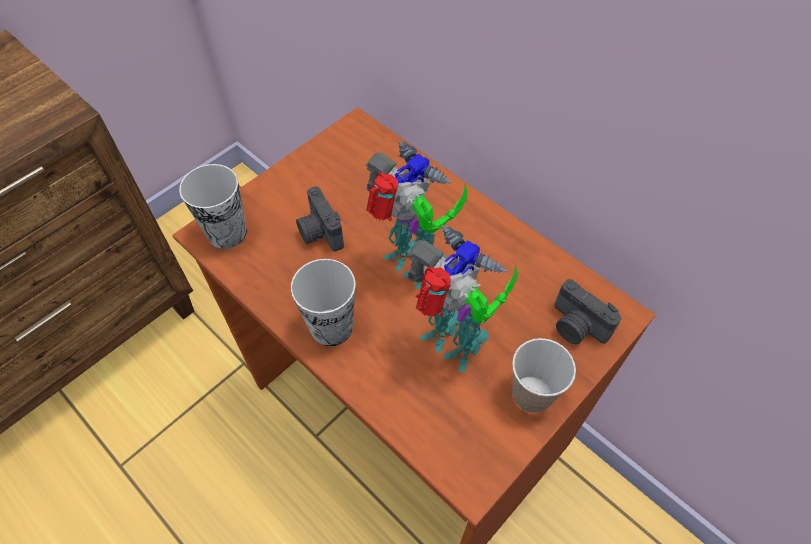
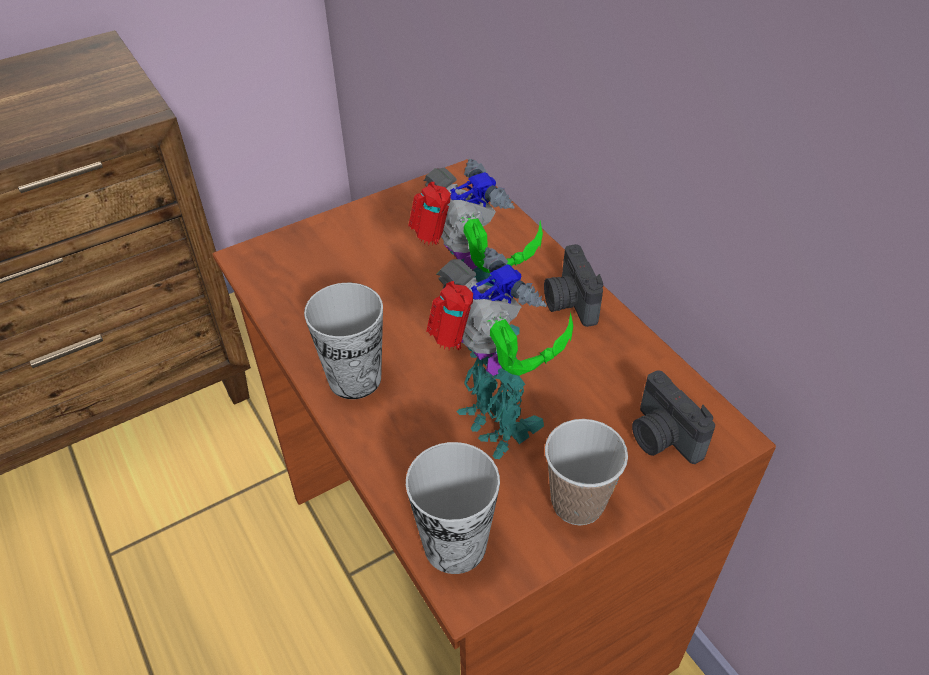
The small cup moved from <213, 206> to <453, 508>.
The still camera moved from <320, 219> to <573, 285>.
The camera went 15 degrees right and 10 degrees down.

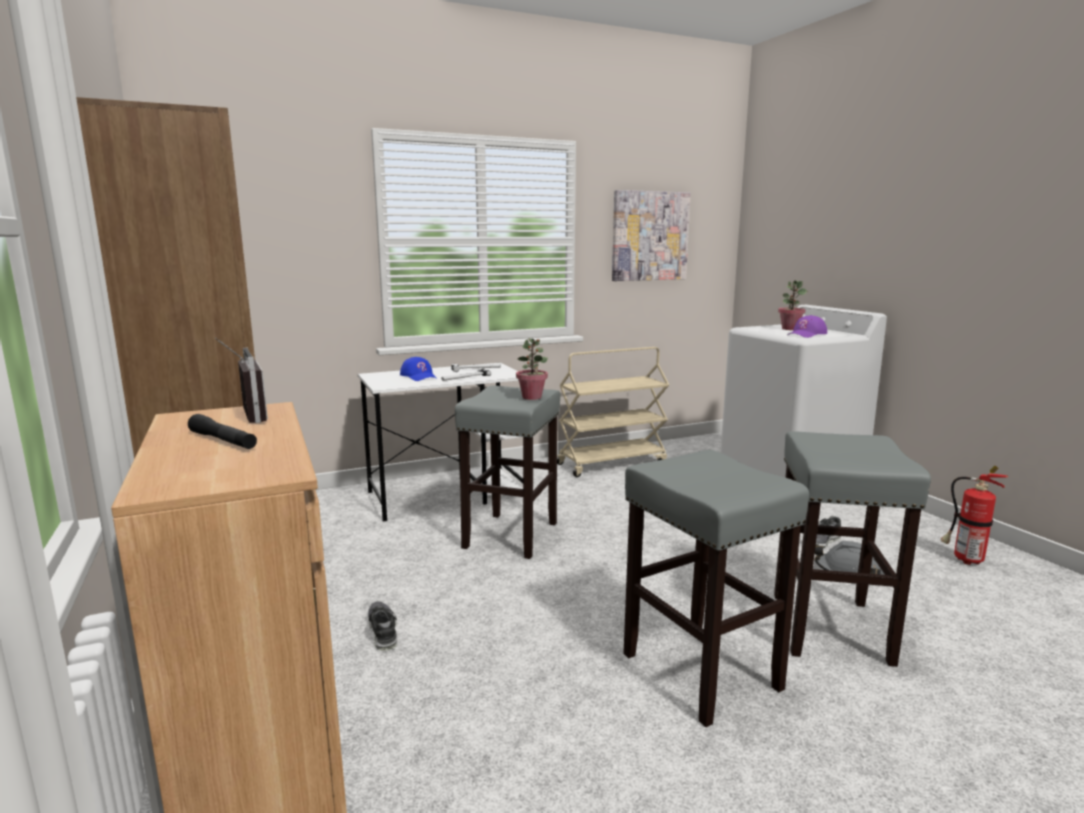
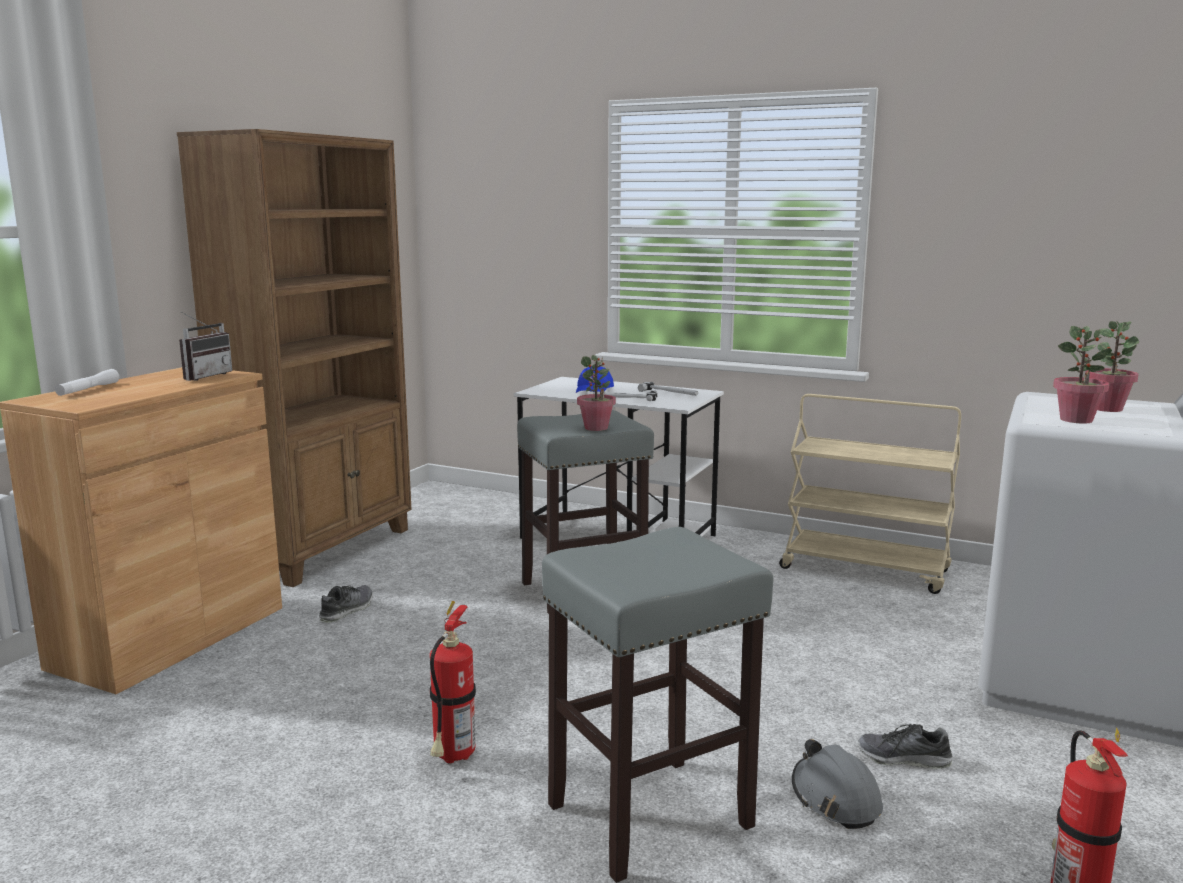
The wall picture at <651, 235> disappeared.
The peaked cap (purple) at <807, 326> was replaced by the houseplant at <1081, 374>.
The torch (blackish) at <222, 431> disappeared.
The sitting stool (greyish) at <716, 588> was replaced by the fire extinguisher at <453, 682>.
The torch (whitish) at <87, 382> appeared.
The camera went 50 degrees right and 0 degrees up.

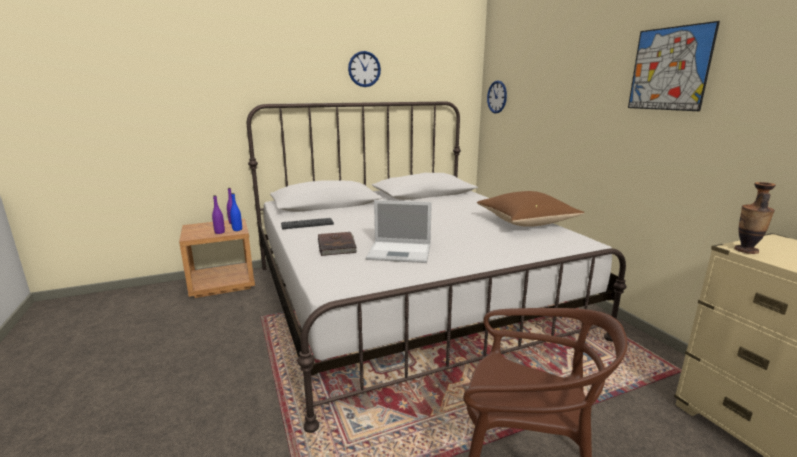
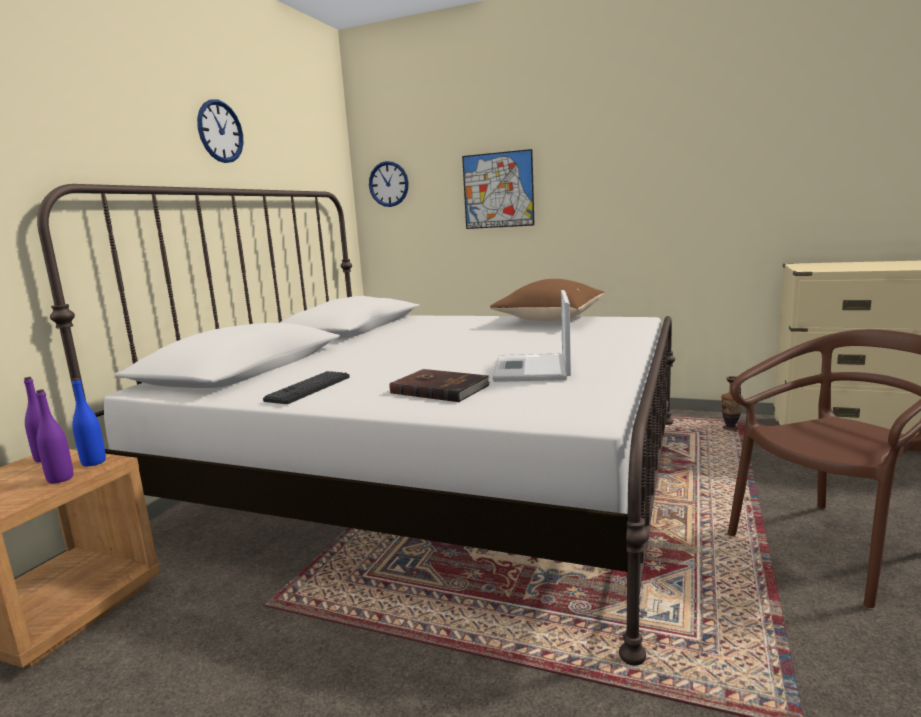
The wall picture moved from <674, 66> to <498, 189>.
The flower vase moved from <755, 218> to <732, 403>.
The laptop at <399, 231> turned 135 degrees clockwise.
The camera went 45 degrees left and 5 degrees down.

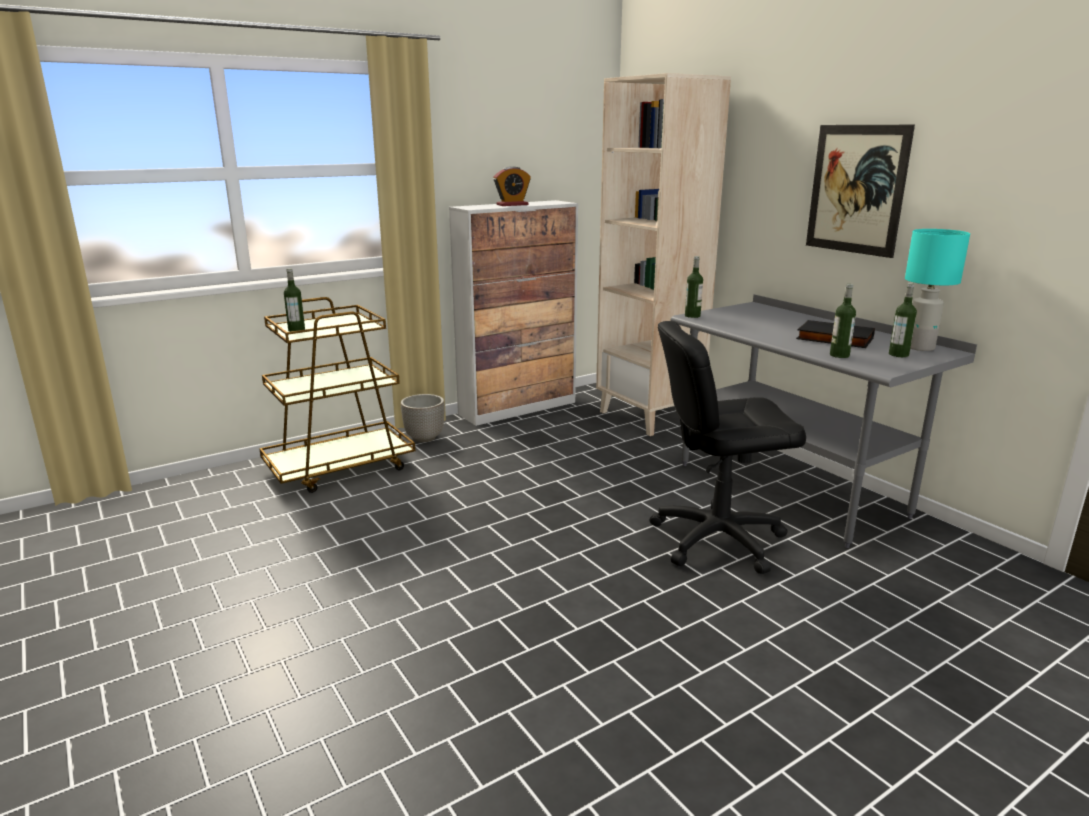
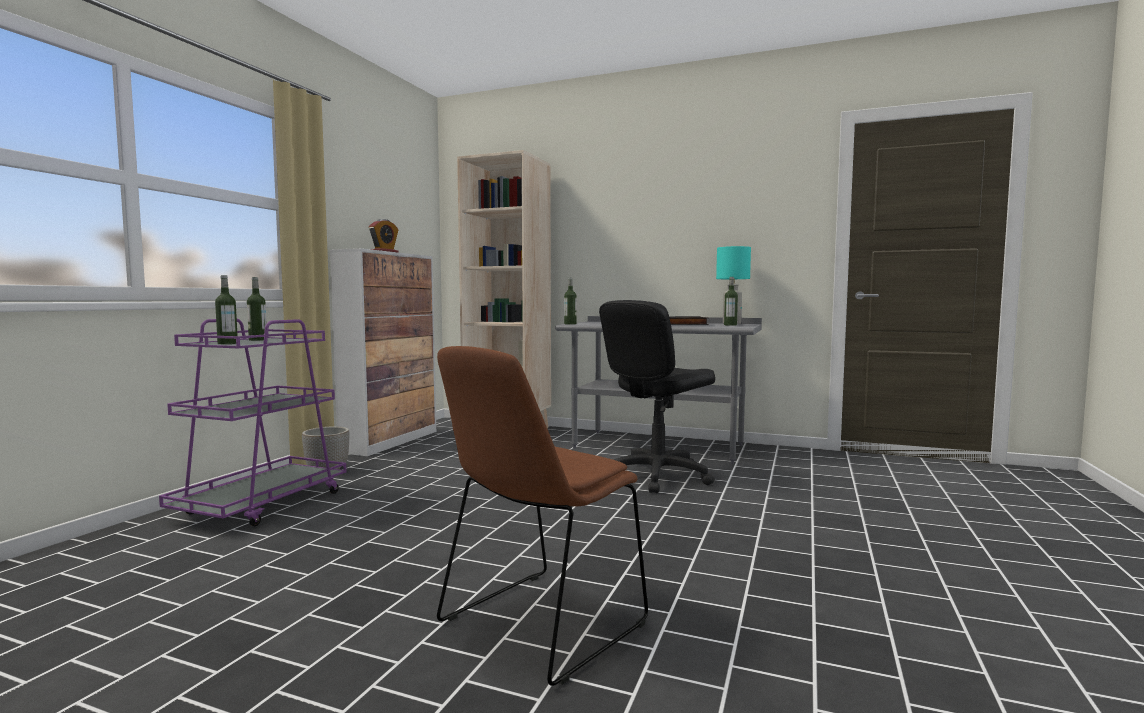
The wall picture at <860, 191> disappeared.
The bottle moved from <843, 321> to <257, 309>.
The wheeled cart (brownish) at <337, 395> became the wheeled cart (purple) at <253, 422>.
The plain chair (brownish) at <542, 516> appeared.
The camera went 35 degrees left and 15 degrees down.

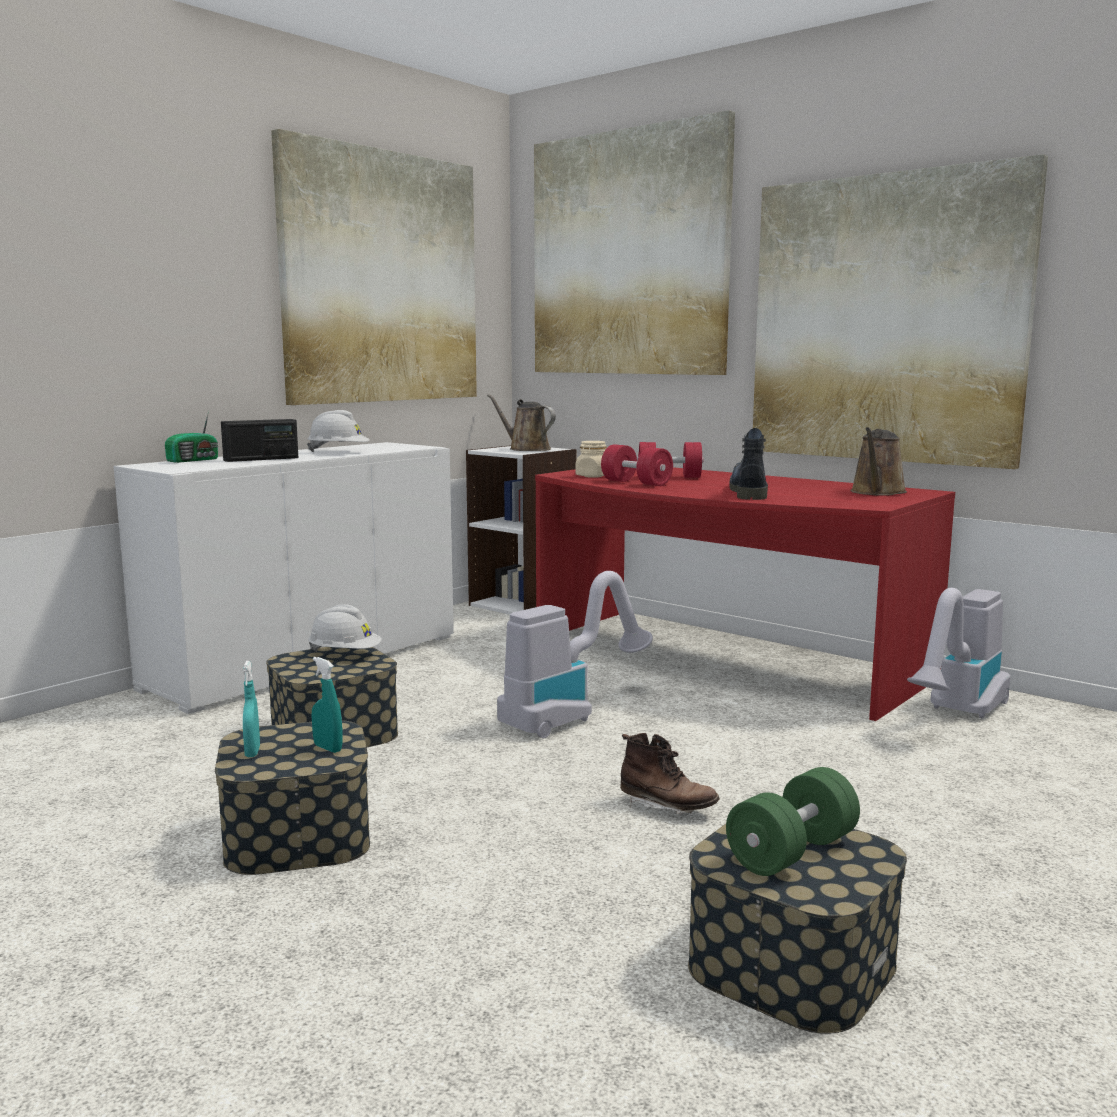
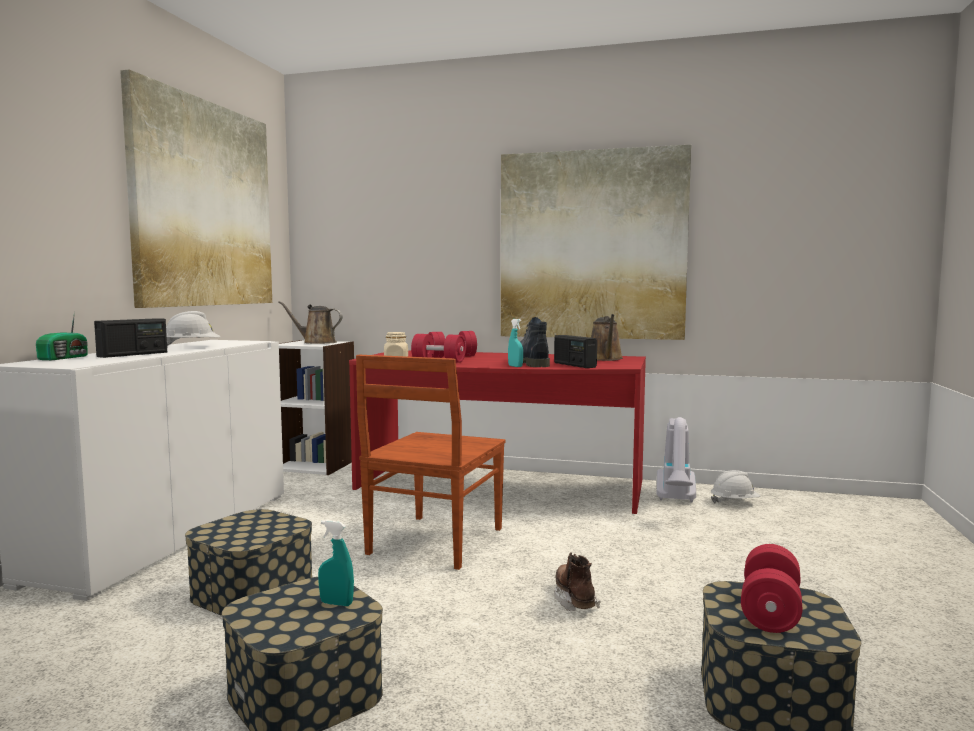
The wall picture at <634, 242> disappeared.
The vacuum cleaner at <575, 654> was replaced by the plain chair (brownish) at <431, 462>.
The work helmet (whitish) moved from <345, 628> to <736, 487>.
The sprayer (turquoise) moved from <251, 709> to <515, 343>.
The tall boot (brownish) at <670, 773> turned 105 degrees counterclockwise.
The hand weight (green) at <793, 821> became the hand weight (red-coloured) at <771, 588>.
The radio receiver at <575, 351> appeared.
The camera went 25 degrees left and 5 degrees down.

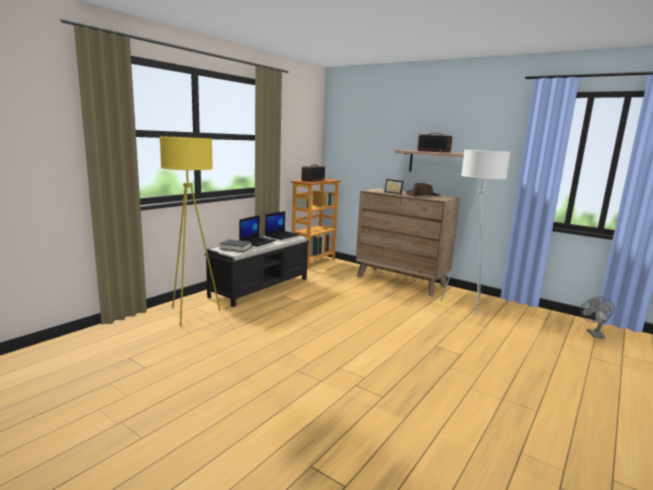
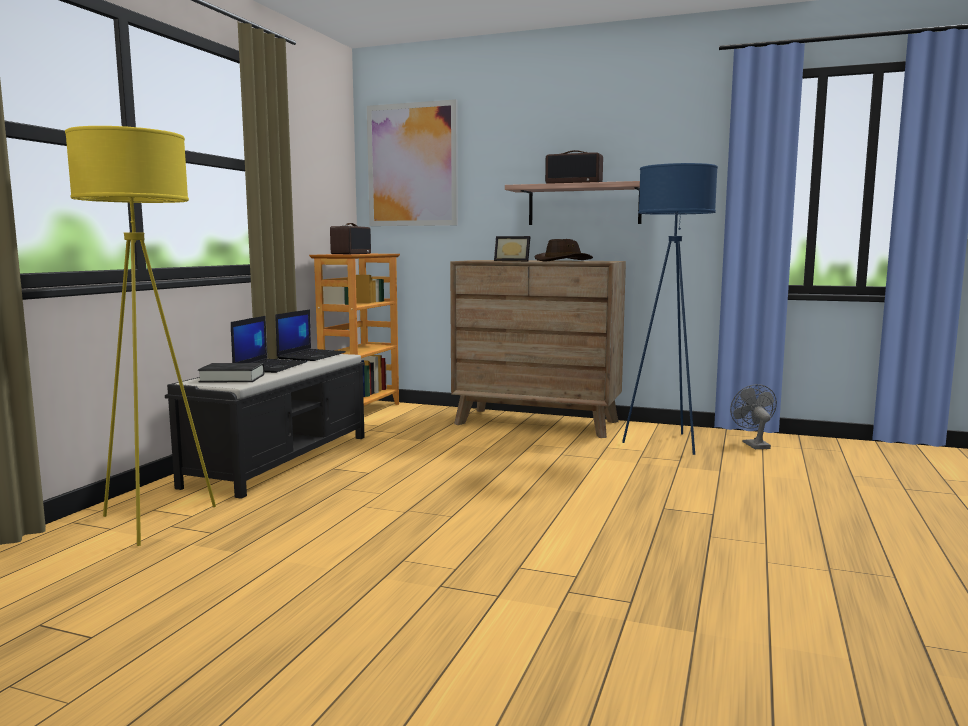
The floor lamp (whitish) at <476, 232> became the floor lamp (blue-coloured) at <670, 309>.
The cooling fan (greyish) moved from <597, 317> to <753, 416>.
The wall picture at <412, 162> appeared.
The camera went 15 degrees left and 5 degrees down.

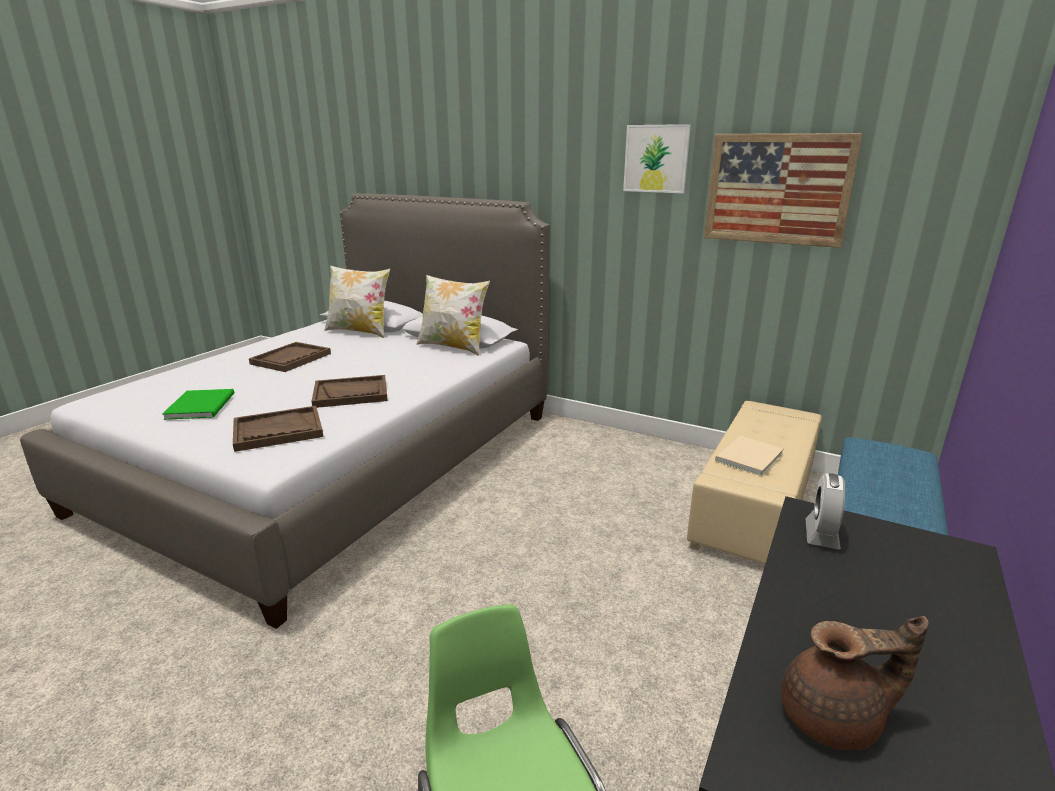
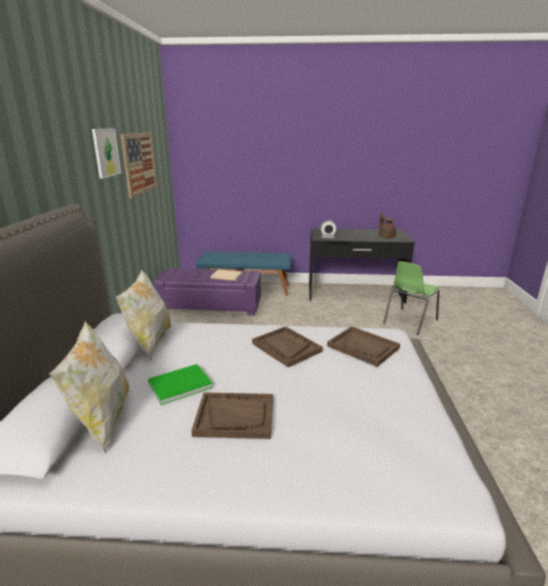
The book (green) moved from <198, 404> to <180, 384>.
The pouffe (sand-coloured) at <754, 482> became the pouffe (purple) at <207, 292>.
The camera went 115 degrees left and 0 degrees up.

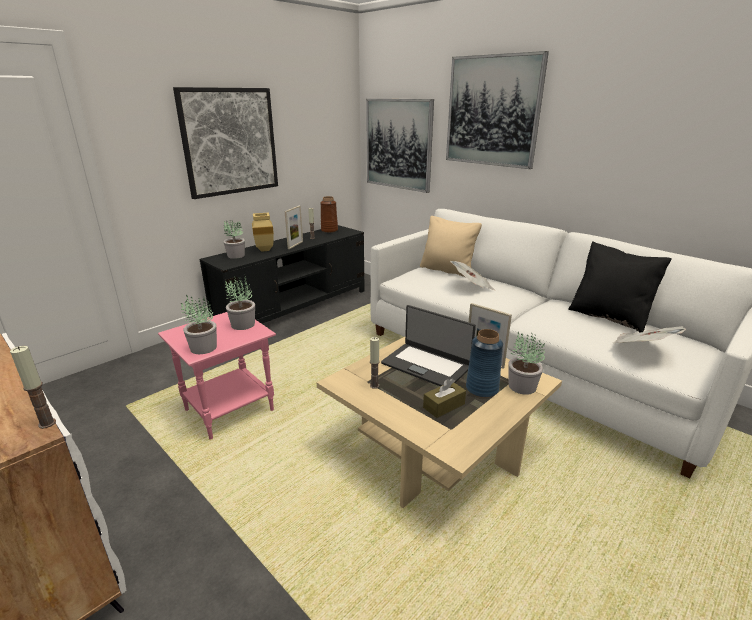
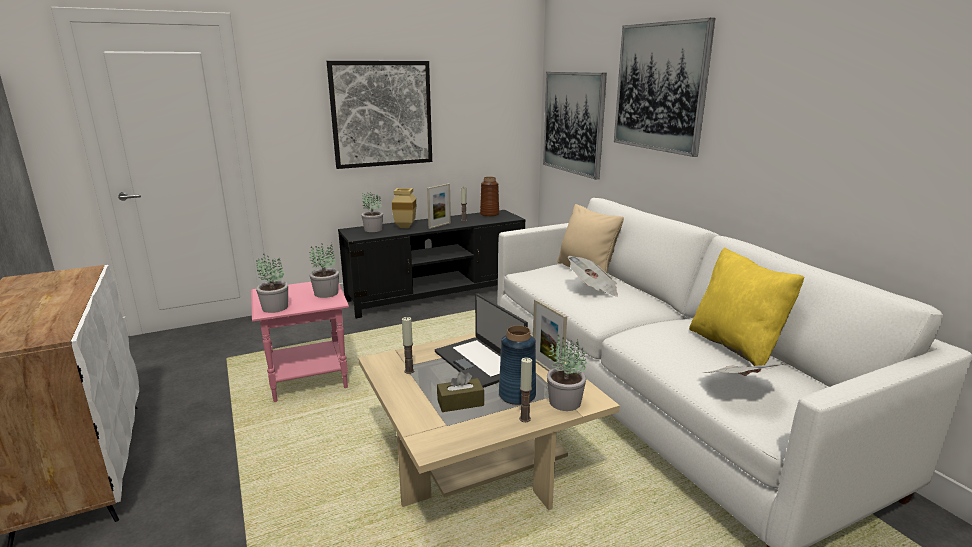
The pillow (blackish) at <620, 286> became the pillow (yellow) at <747, 309>.
The wax candle moved from <33, 387> to <525, 390>.
The camera went 20 degrees right and 5 degrees down.

